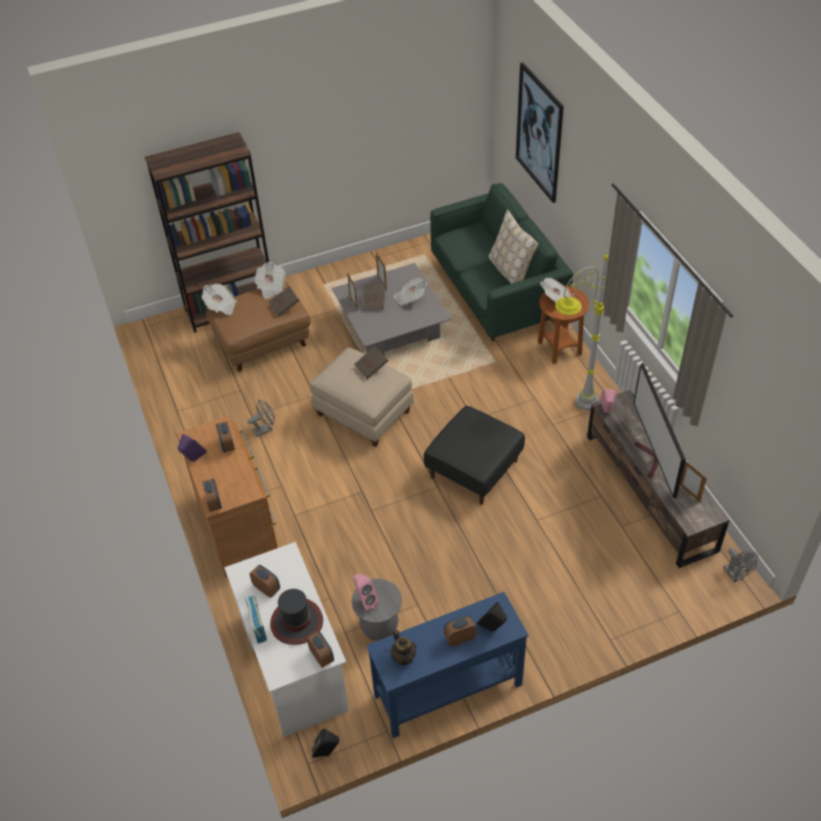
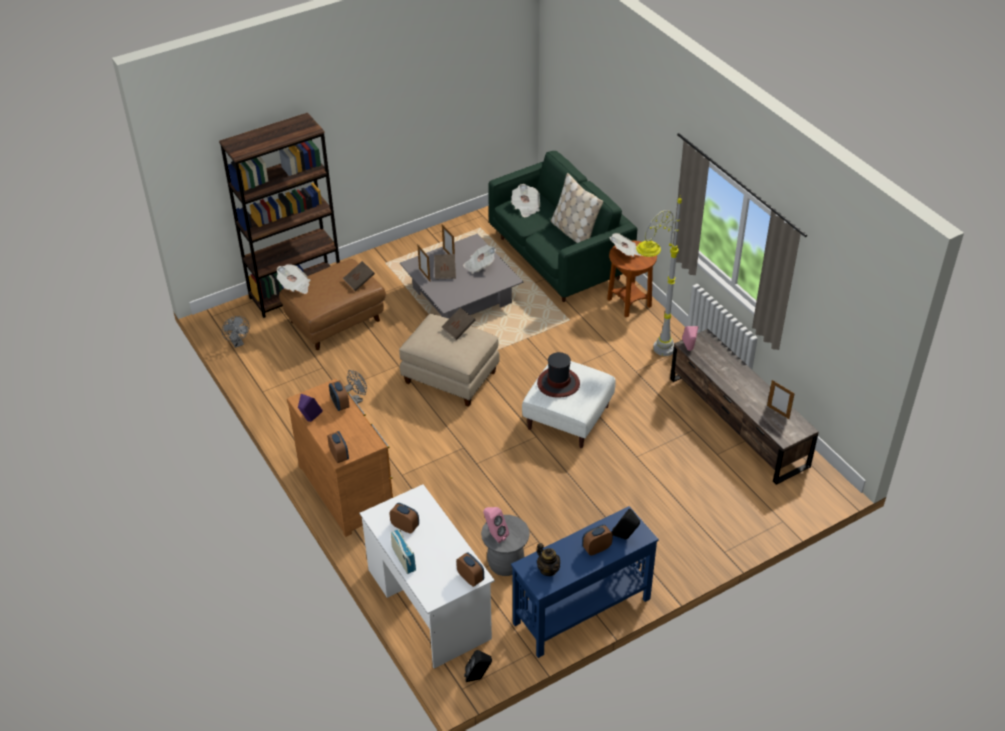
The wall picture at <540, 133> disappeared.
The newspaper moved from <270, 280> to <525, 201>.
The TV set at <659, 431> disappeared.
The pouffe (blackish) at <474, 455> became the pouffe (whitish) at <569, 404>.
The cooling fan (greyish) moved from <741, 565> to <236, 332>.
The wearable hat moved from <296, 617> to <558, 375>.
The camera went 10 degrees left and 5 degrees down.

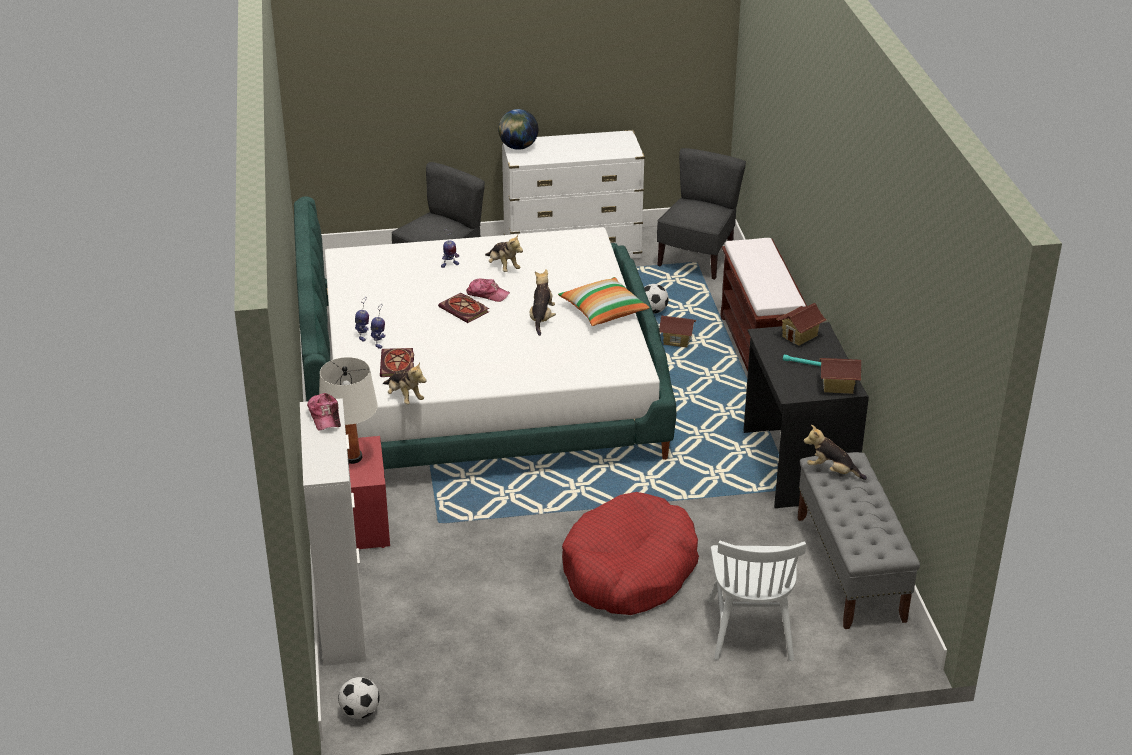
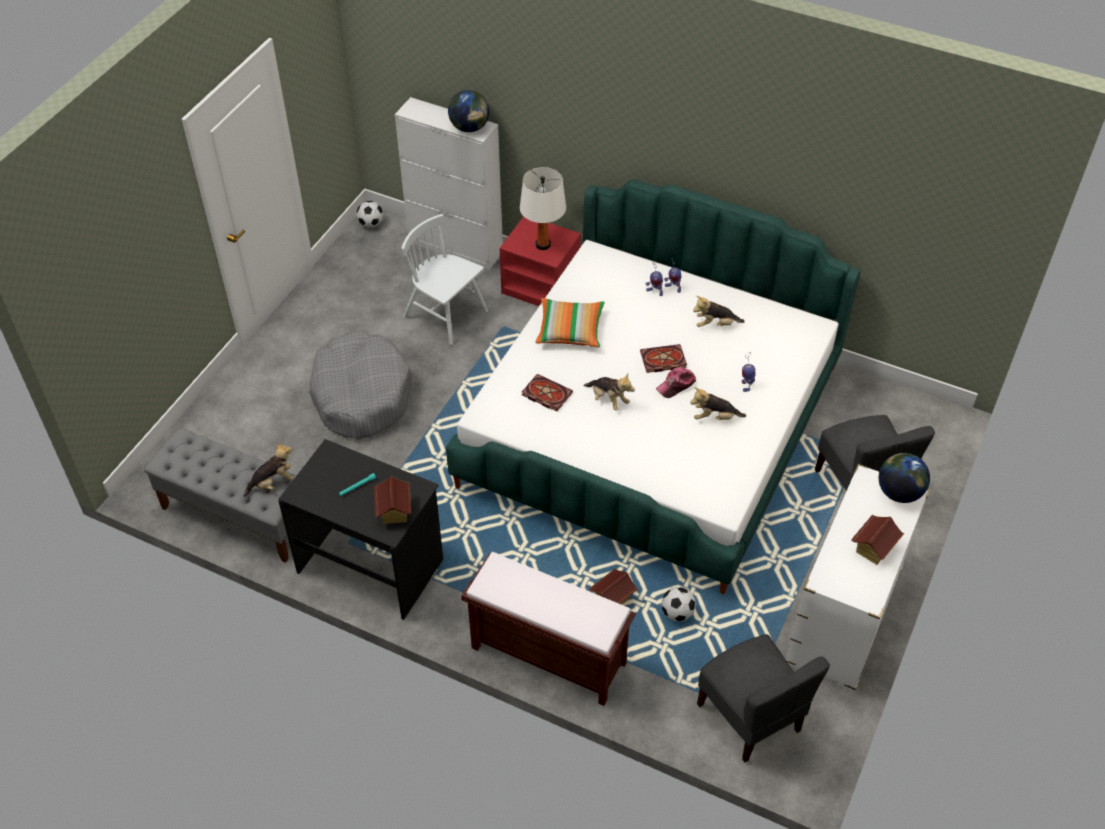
The pillow moved from <604, 301> to <570, 322>.
The book moved from <397, 362> to <547, 393>.
The toy house moved from <840, 376> to <877, 540>.
The plush toy moved from <404, 383> to <719, 311>.
The peaked cap at <324, 412> was replaced by the globe at <468, 111>.
The pet bed (red-coloured) at <630, 553> became the pet bed (greyish) at <360, 385>.
The plain chair (whitish) moved from <757, 600> to <444, 279>.
The camera went 125 degrees right and 15 degrees up.

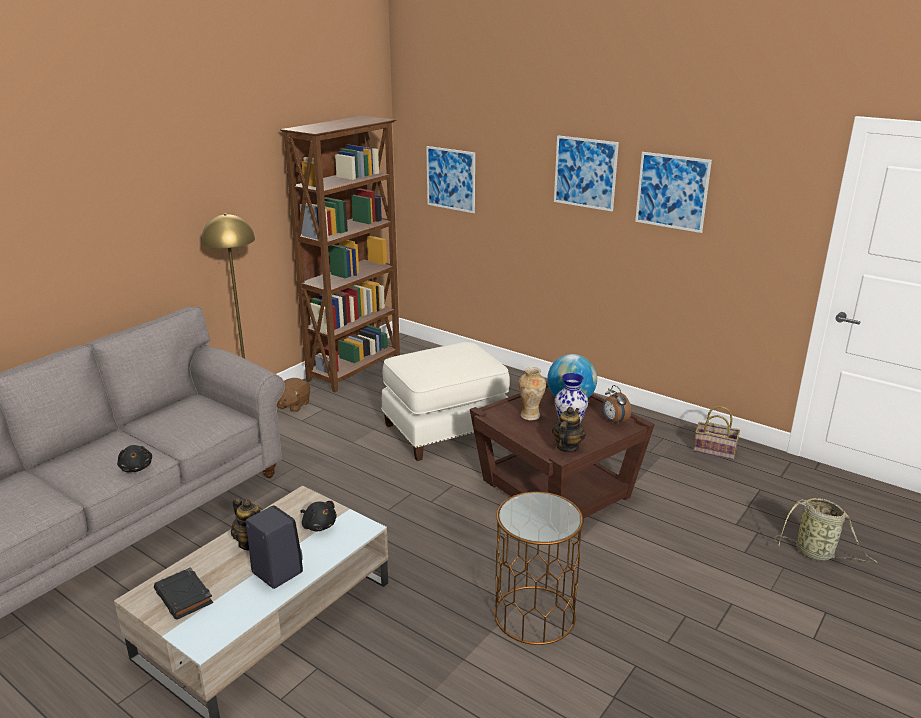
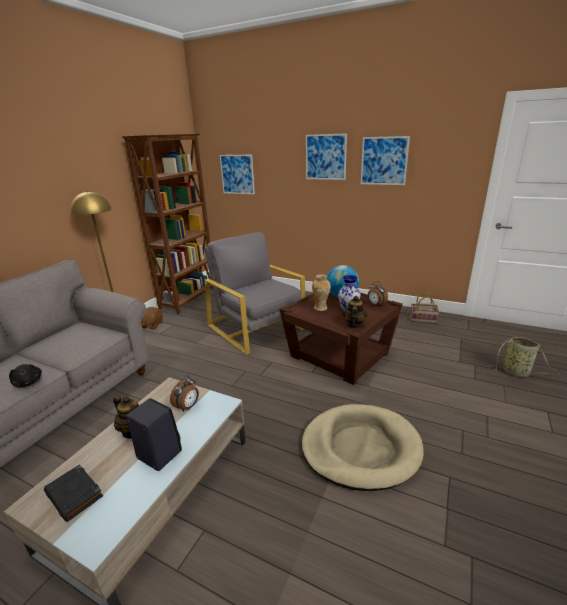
The pouffe (whitish) at <445, 401> was replaced by the easy chair (greyish) at <254, 293>.
The end table (brownish) at <538, 568> was replaced by the pet bed (sand-coloured) at <363, 447>.
The plush toy (blackish) at <319, 516> was replaced by the table clock at <184, 393>.
The camera went 10 degrees left and 0 degrees up.

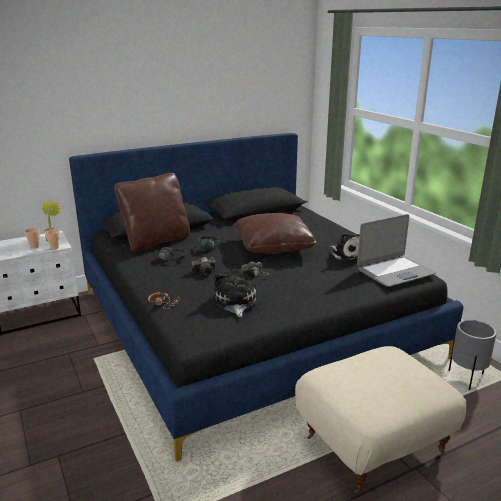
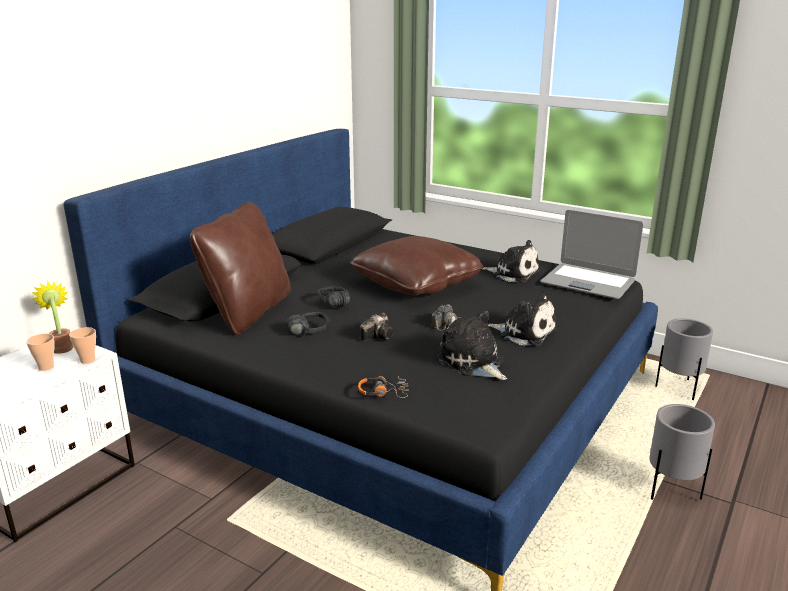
The laptop at <396, 250> turned 90 degrees clockwise.
The pouffe (sand-coloured) at <380, 420> was replaced by the flower pot (greyish) at <682, 452>.
The plush toy at <522, 319> appeared.
The camera went 30 degrees left and 0 degrees up.

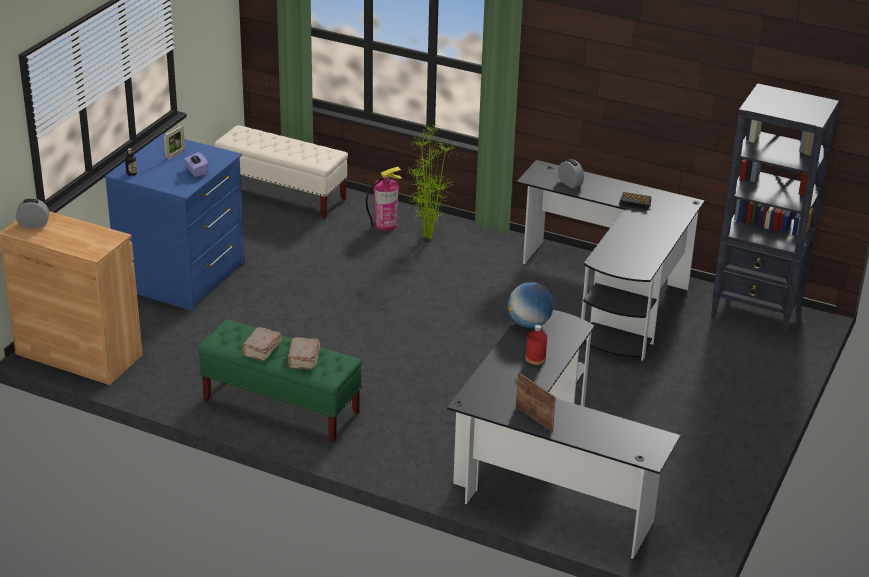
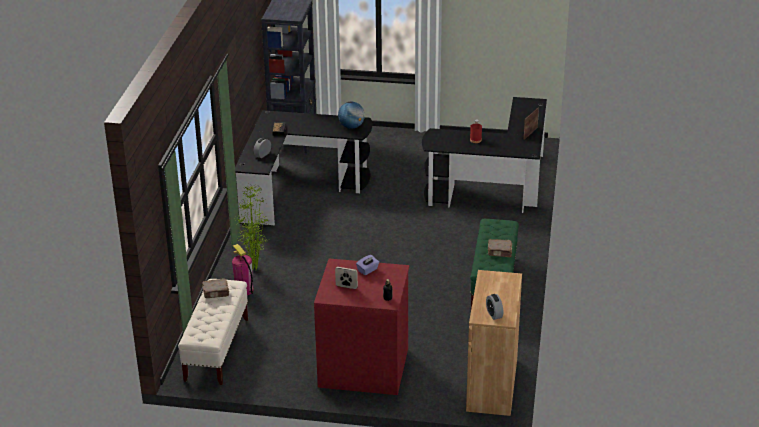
The dresser (blue-coloured) at <175, 222> became the dresser (red-coloured) at <362, 327>.
The globe moved from <531, 305> to <351, 115>.
The book (brownish) moved from <304, 353> to <215, 288>.
The camera went 105 degrees left and 0 degrees up.

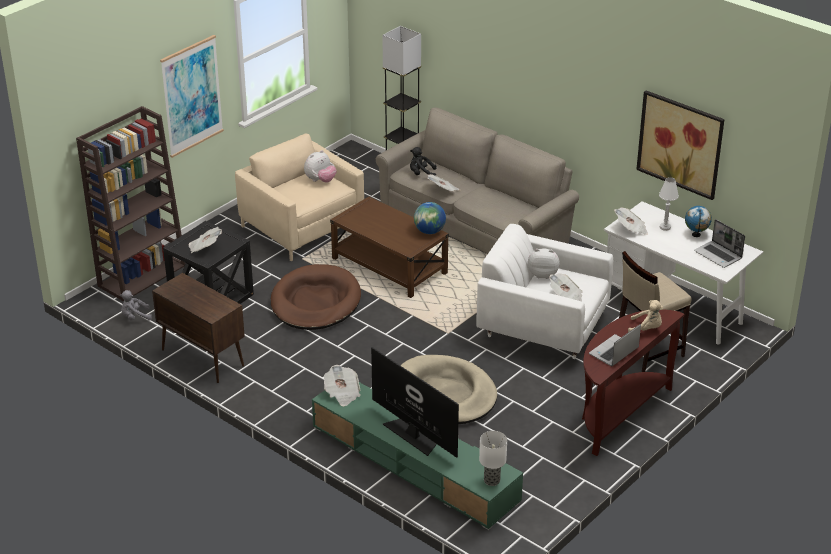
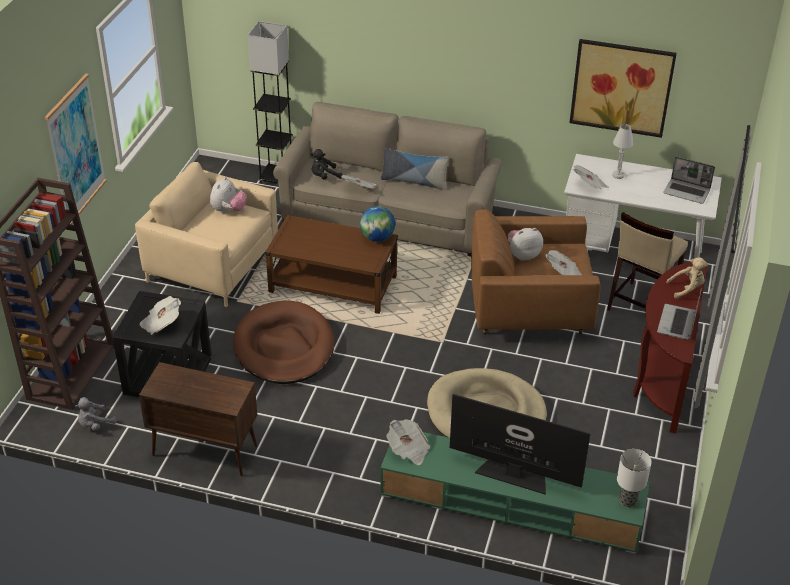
The globe at <698, 221> disappeared.
The easy chair (whitish) at <544, 291> became the easy chair (brownish) at <536, 272>.
The pillow at <415, 168> appeared.
The camera went 25 degrees left and 5 degrees up.

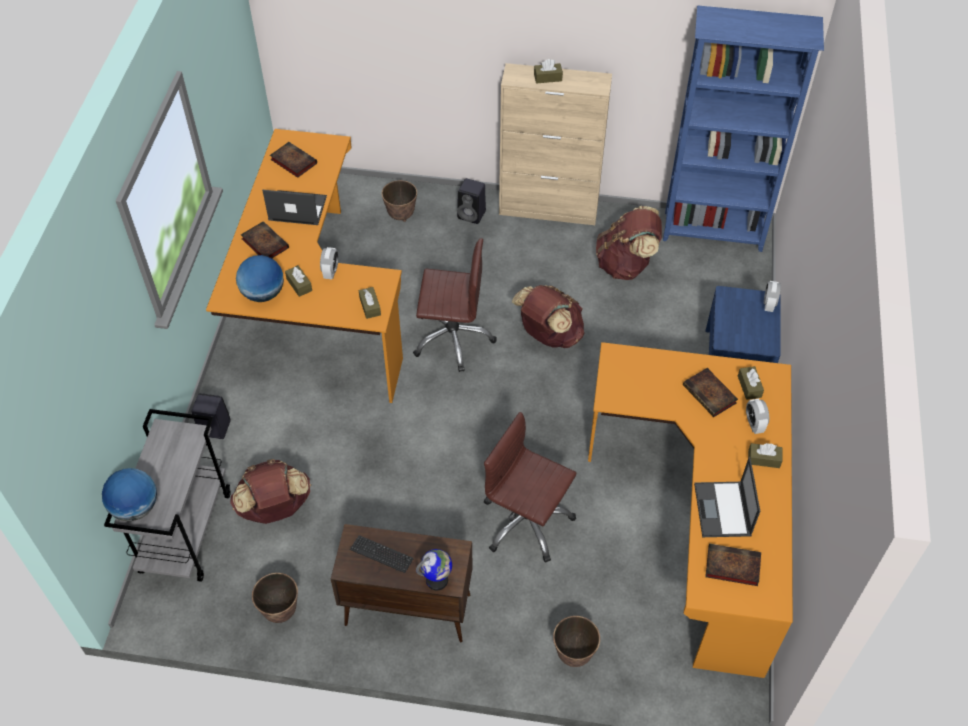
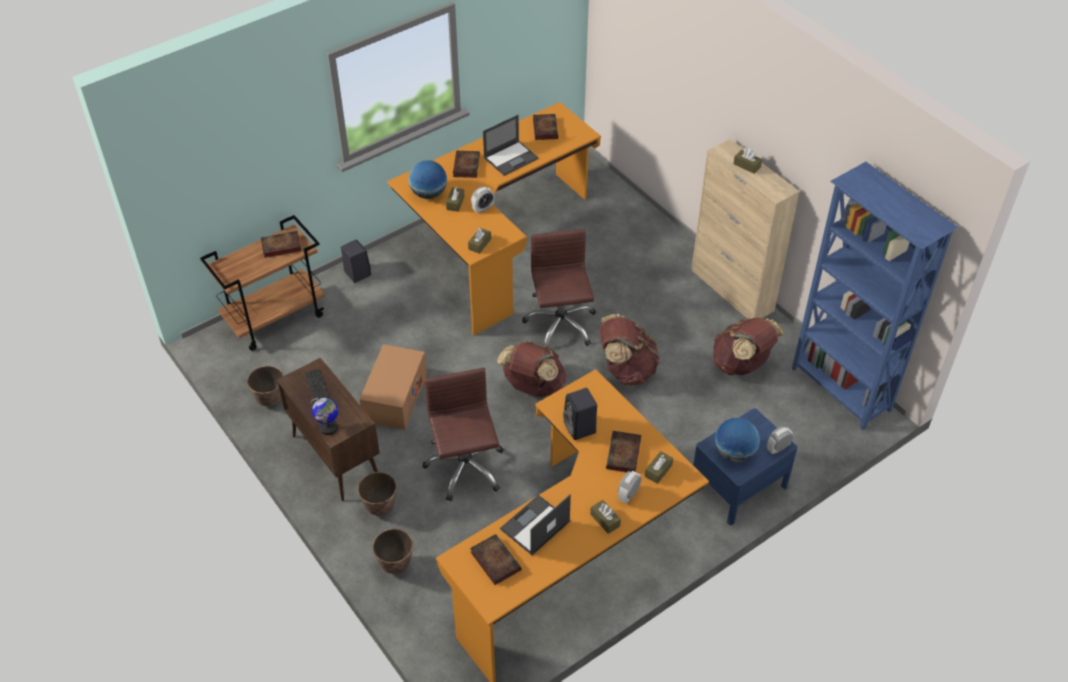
The audio speaker (blackish) moved from <471, 201> to <580, 414>.
The flower pot moved from <399, 201> to <377, 494>.
The laptop at <294, 207> turned 90 degrees clockwise.
The computer chair (brownish) at <455, 305> turned 150 degrees counterclockwise.
The wheeled cart (greyish) at <167, 495> became the wheeled cart (brownish) at <262, 283>.
The rucksack (brownish) moved from <270, 491> to <532, 369>.
The globe moved from <129, 494> to <737, 440>.
The book at <281, 244> appeared.
The packing box at <393, 387> appeared.
The camera went 45 degrees right and 5 degrees down.

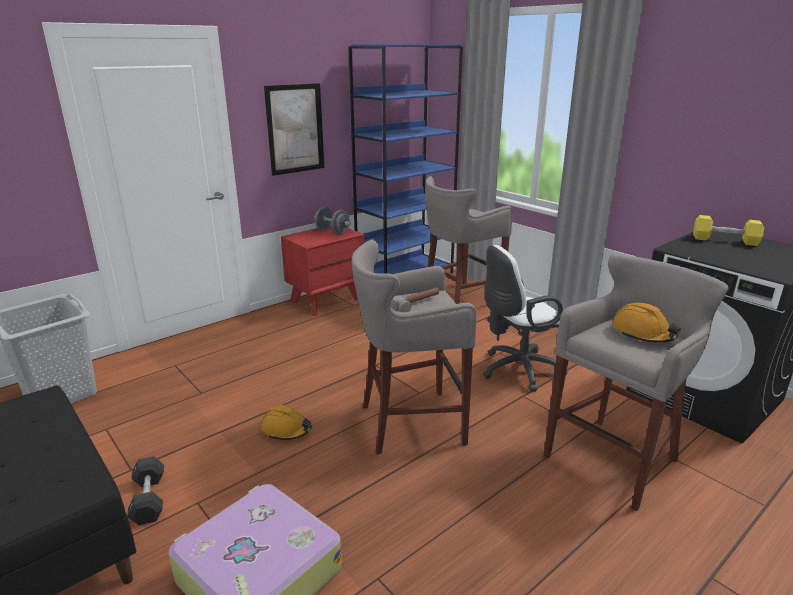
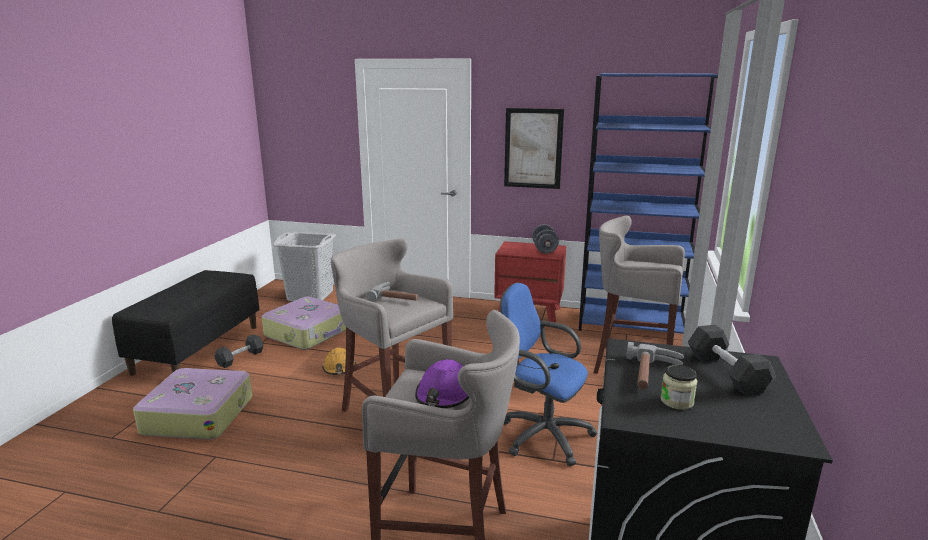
The hand weight (yellow) at <728, 230> became the hand weight (blackish) at <731, 360>.
The computer chair (whitish) at <525, 318> became the computer chair (blue-coloured) at <548, 374>.
The work helmet (orangey) at <646, 323> became the work helmet (purple) at <442, 383>.
The suitcase at <304, 323> appeared.
The hammer at <655, 365> appeared.
The preserve jar at <678, 387> appeared.
The camera went 55 degrees right and 5 degrees down.

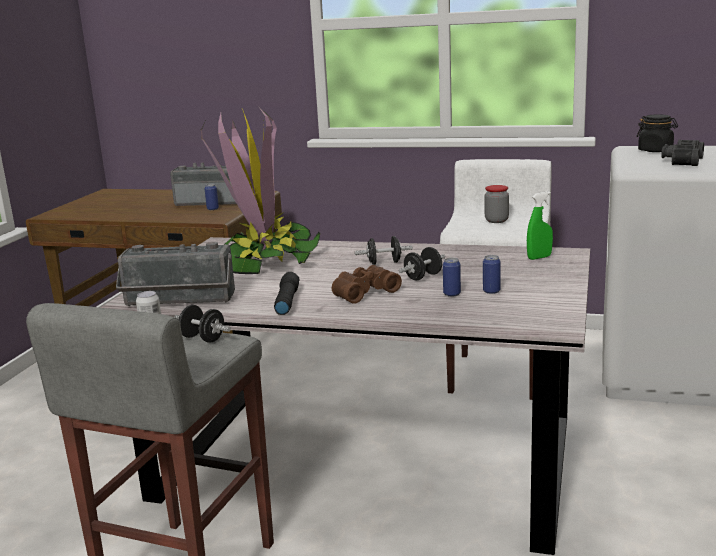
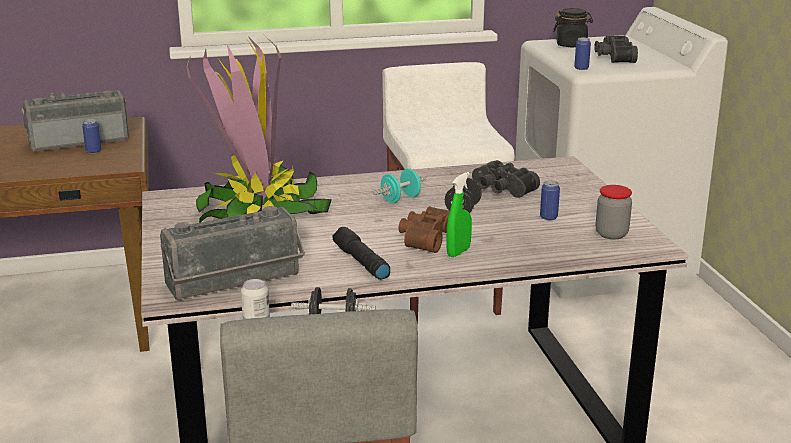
The preserve jar moved from <497, 204> to <614, 212>.
The sprayer (green) moved from <540, 225> to <459, 214>.
The hand weight (blackish) at <384, 250> became the hand weight (turquoise) at <399, 185>.
The can moved from <452, 277> to <582, 53>.
The binoculars (blackish) at <506, 179> appeared.
The camera went 30 degrees left and 5 degrees up.

